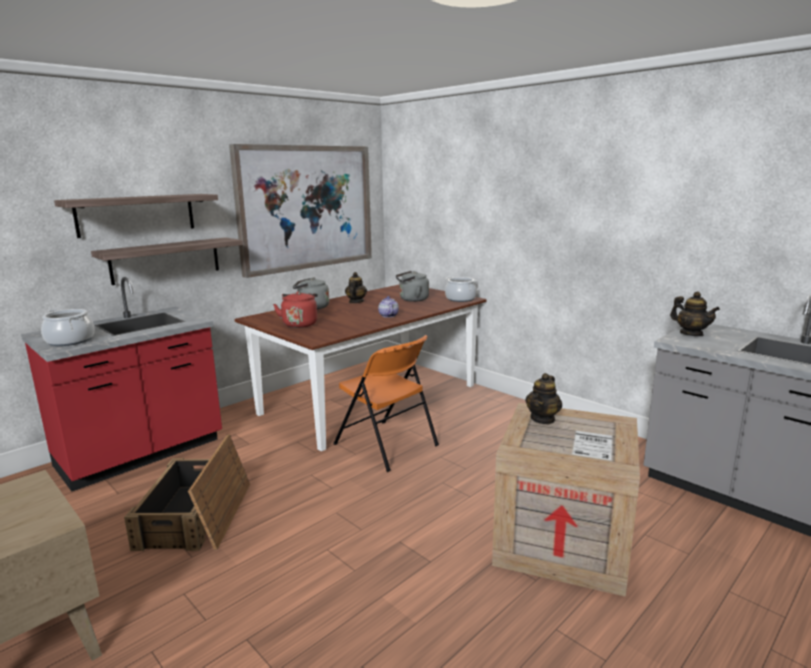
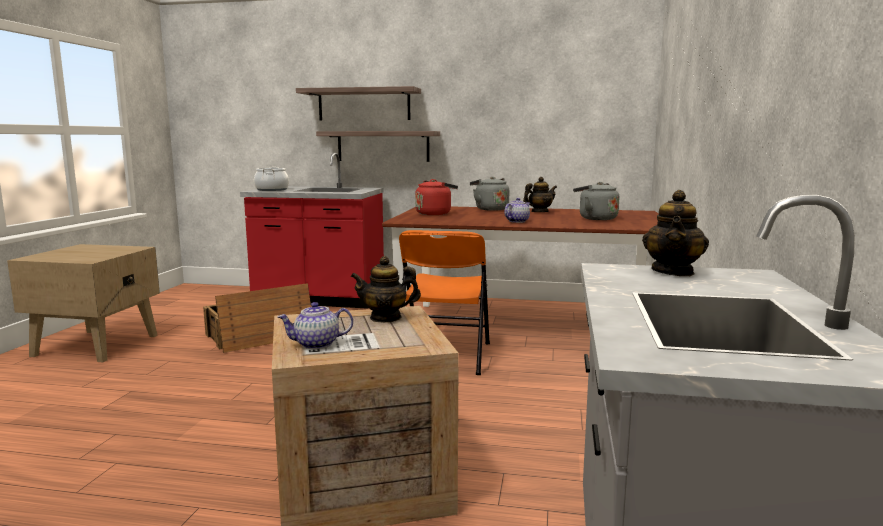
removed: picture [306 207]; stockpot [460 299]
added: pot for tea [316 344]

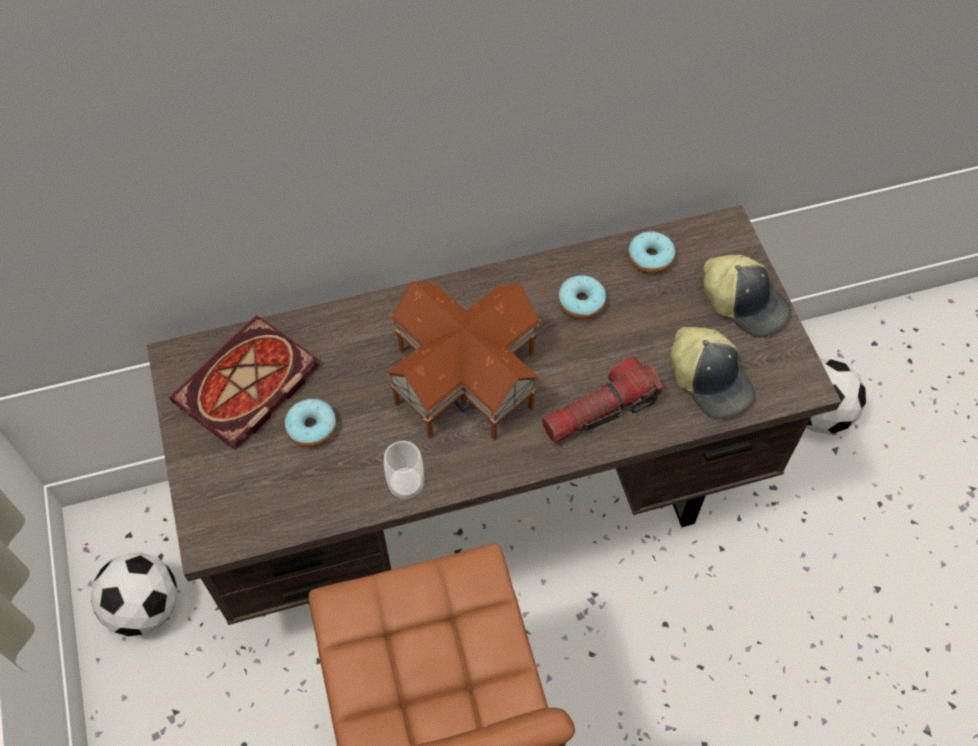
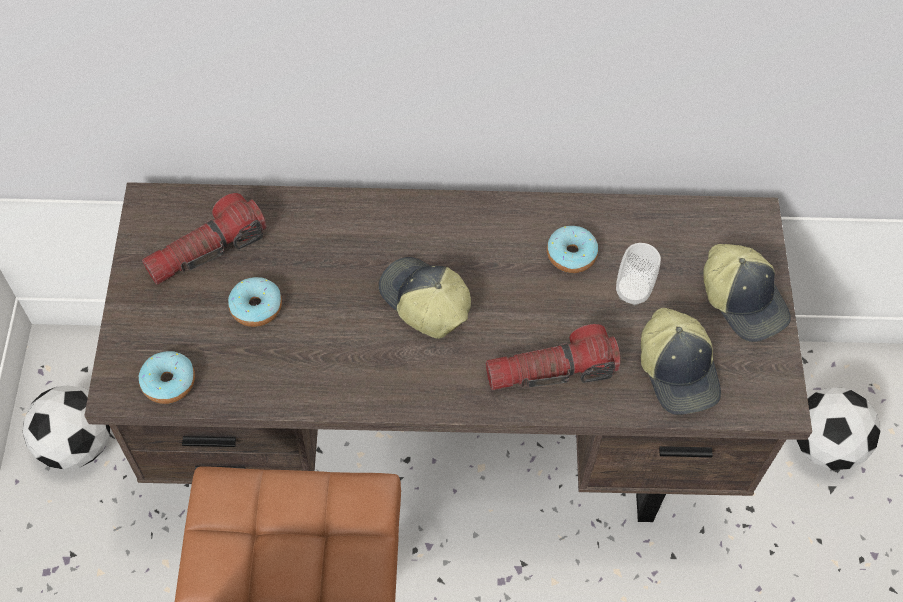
moved: drinking cup [406 485] to [632 291]; doughnut [650 258] to [169 382]
replaced: book [246 388] to hand torch [207 250]; toy house [464 381] to peaked cap [423 302]

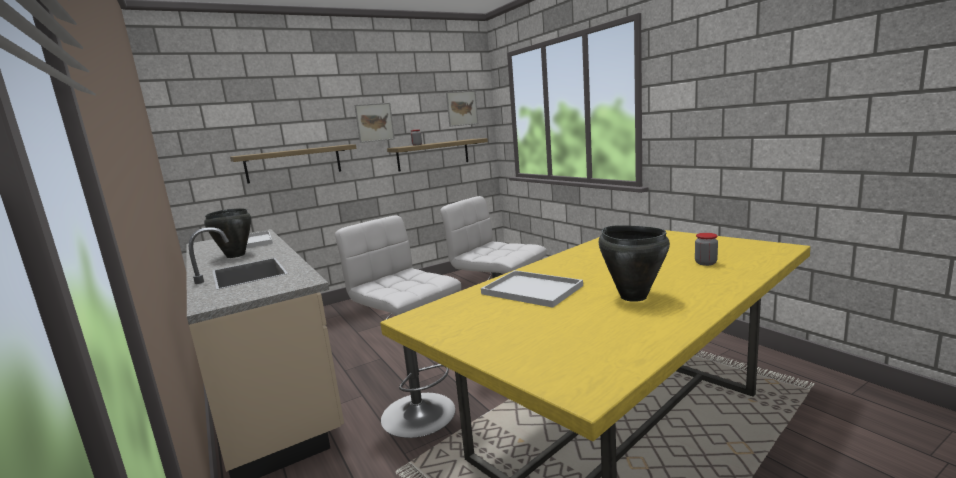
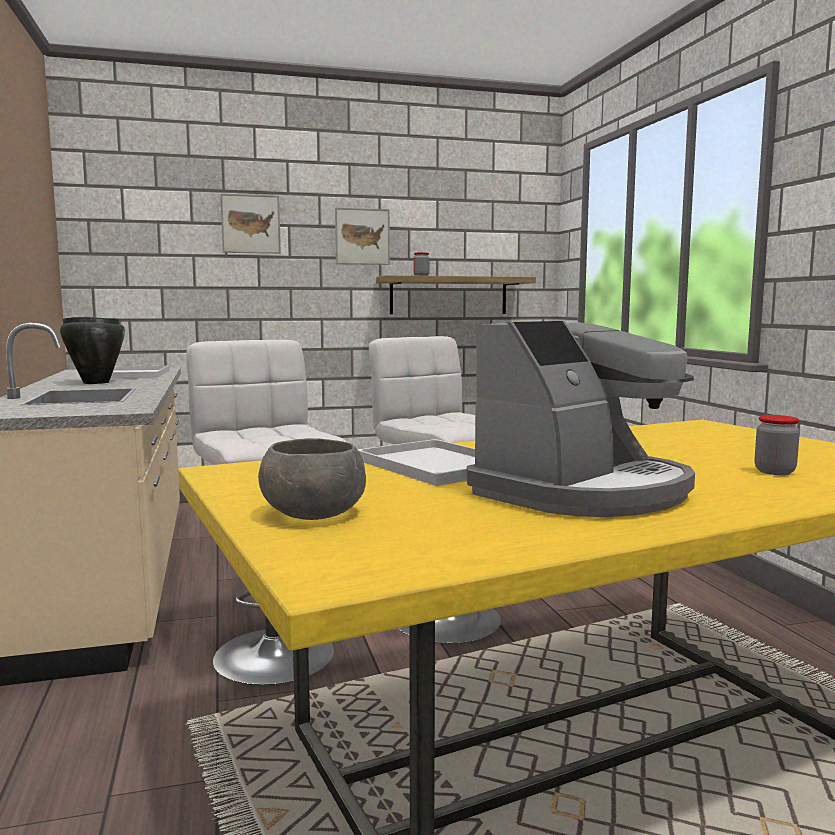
removed: bracket shelf [293 163]
added: deep dish (grey) [314 513]
moved: picture [462 108] to [250 224]
replaced: stockpot (black) [633 296] to coffee maker [583 491]

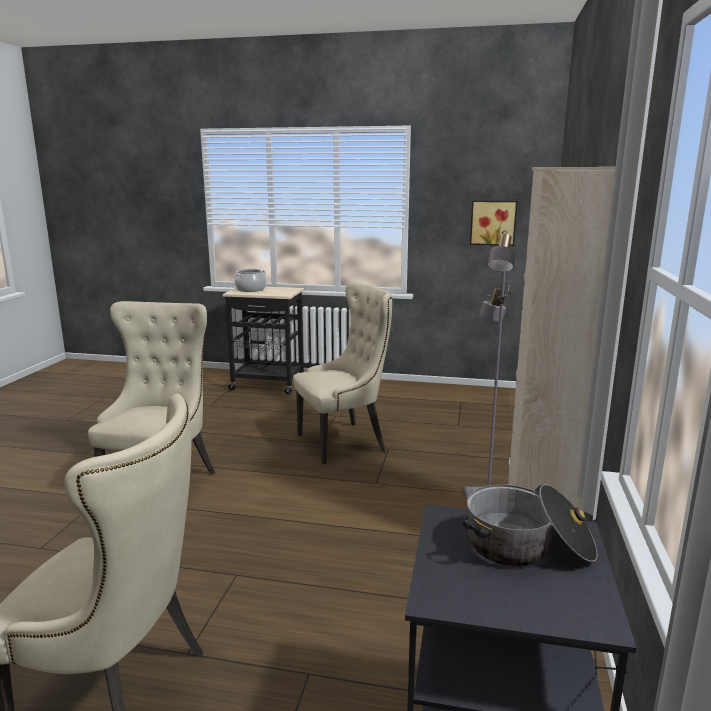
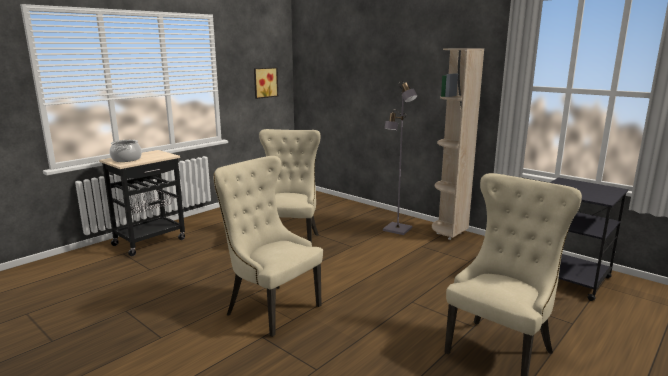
removed: stockpot [528 547]

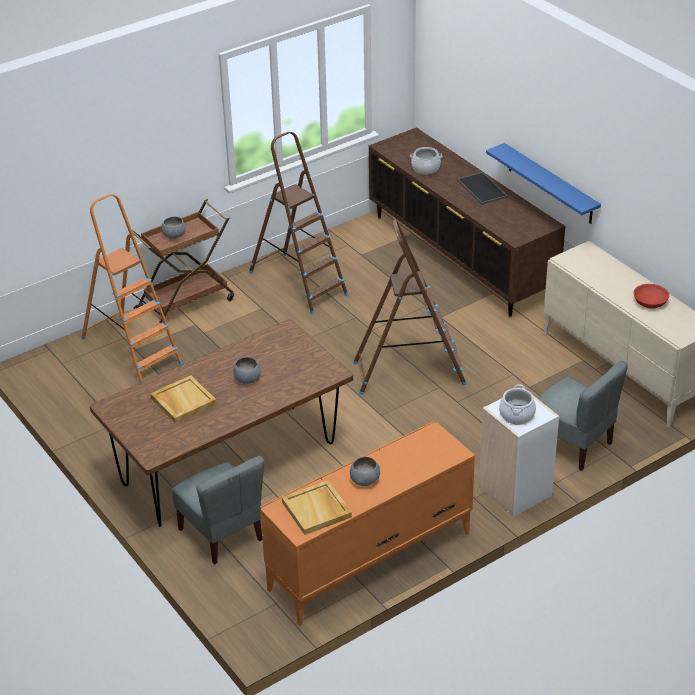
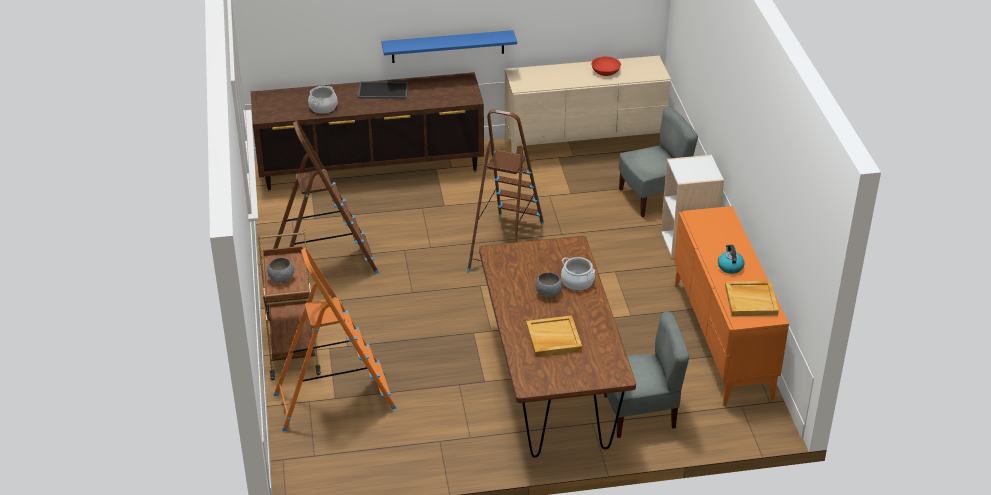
moved: stockpot [517 415] to [577 282]
replaced: deep dish (grey) [364 480] to water kettle [730 266]

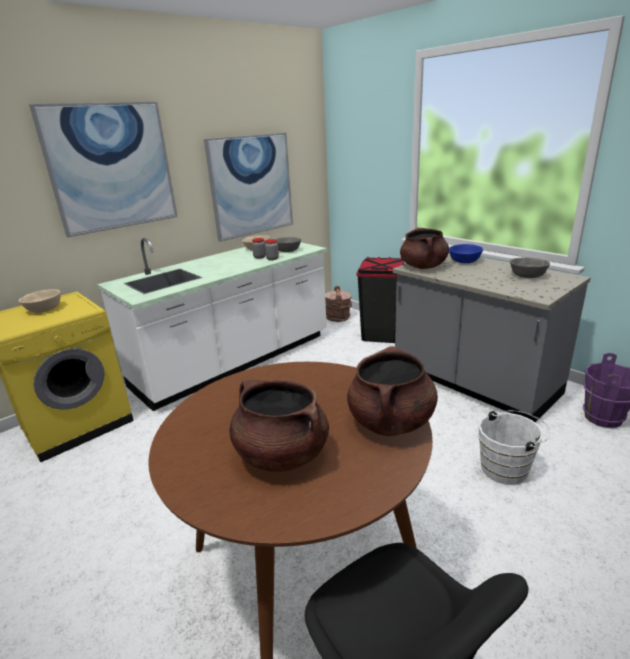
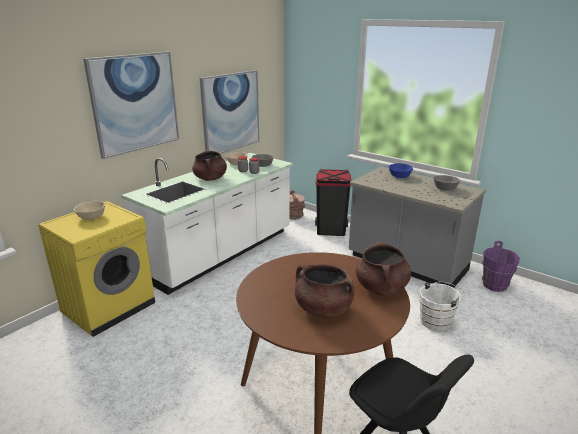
moved: stockpot (brown-coloured) [423 266] to [210 178]

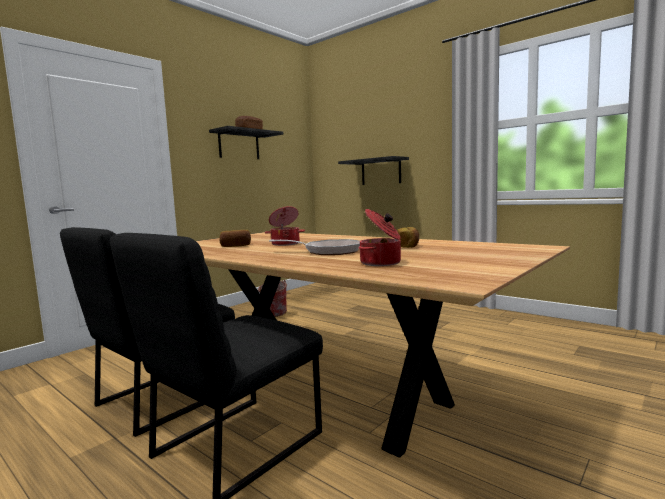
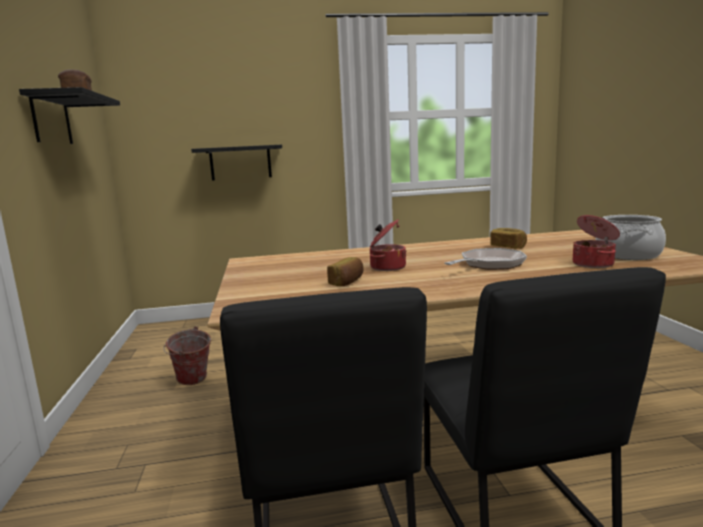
added: stockpot [628 255]

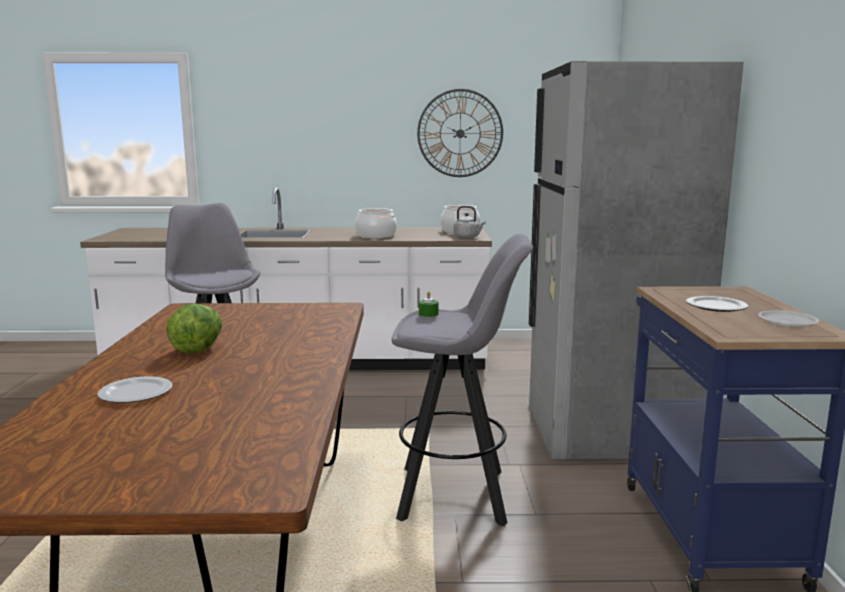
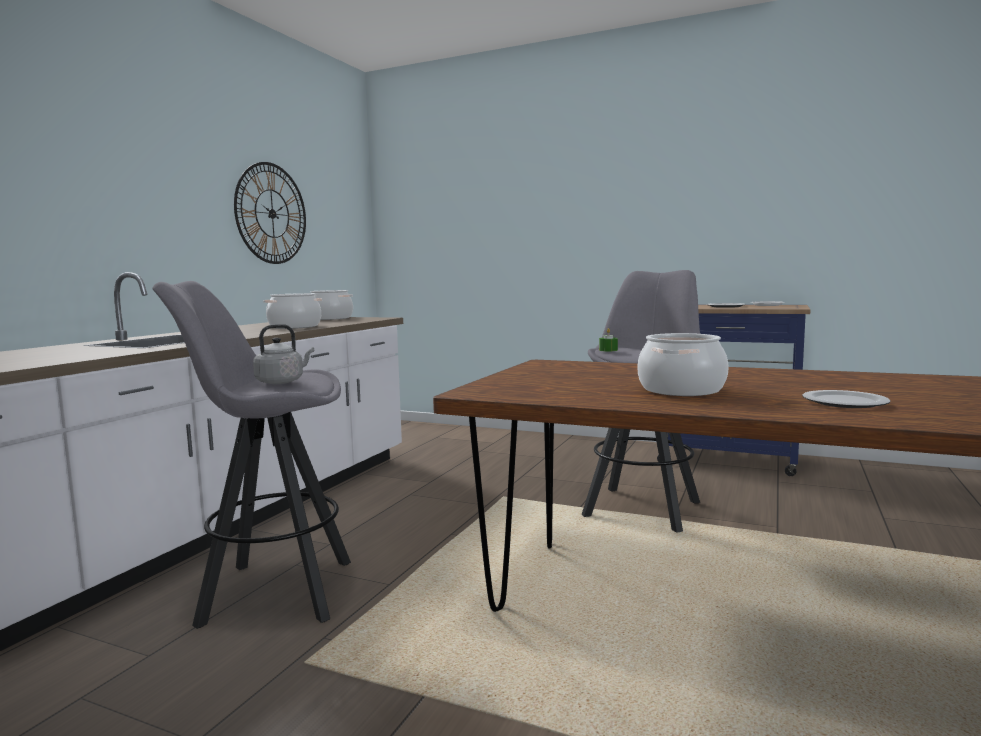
removed: refrigerator (grey) [609 430]
moved: water kettle (grey) [468 237] to [282 381]
replaced: lettuce [198 348] to stockpot [681 390]

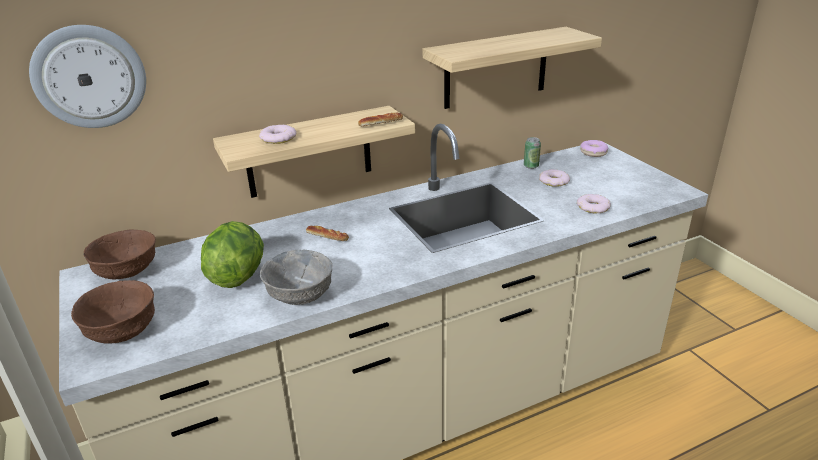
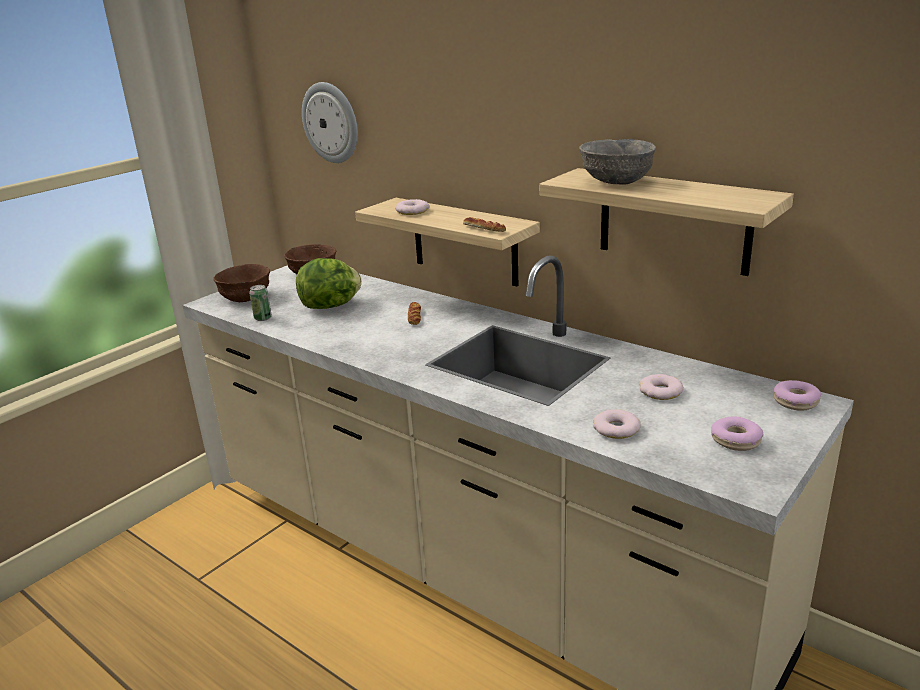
added: doughnut [735 440]
moved: deep dish (grey) [299 296] to [615 181]; can [531 166] to [263 318]

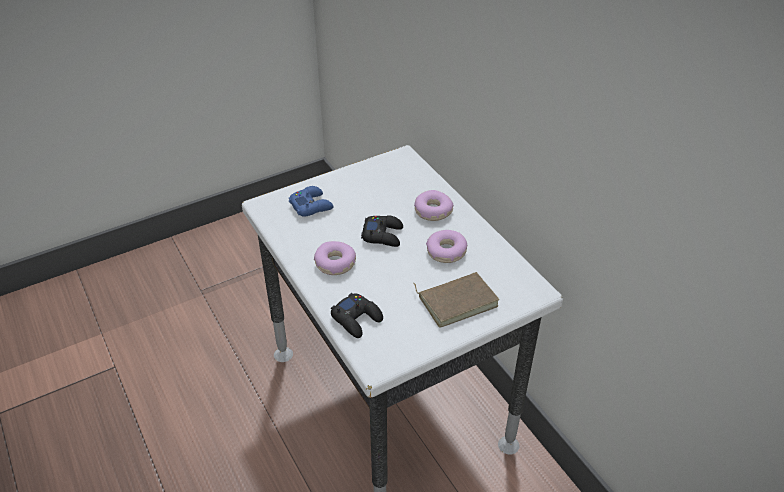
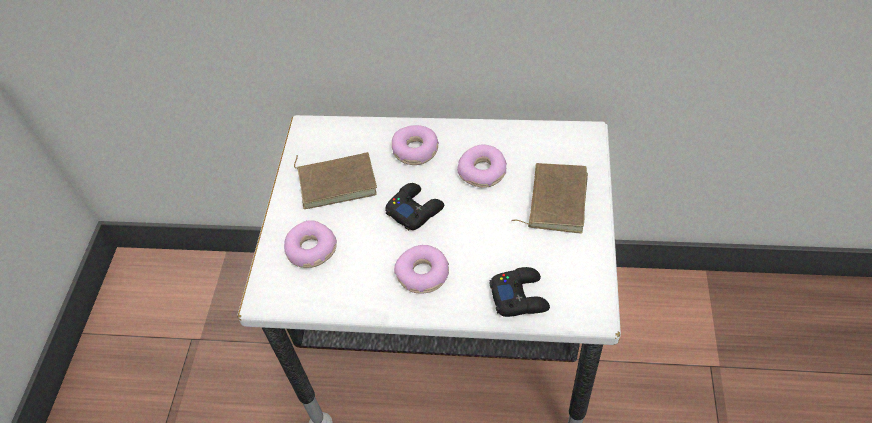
added: book (brown-coloured) [337 181]
replaced: joypad (blue) [311 205] to doughnut [311 250]

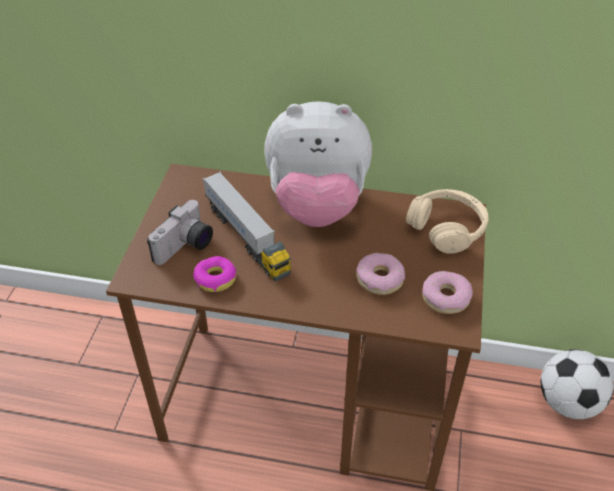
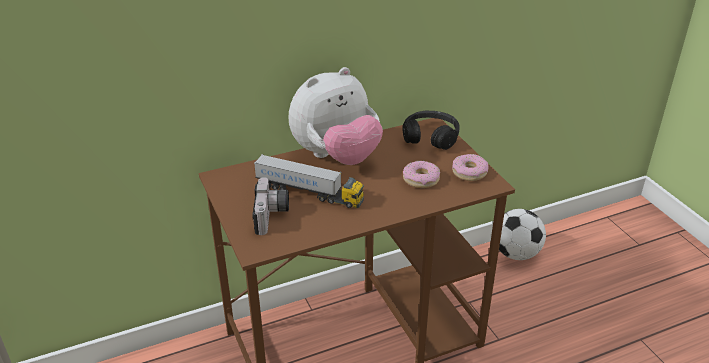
removed: doughnut [215 278]
recoloured: headset (beige) [447 228] to headset (black) [430 137]

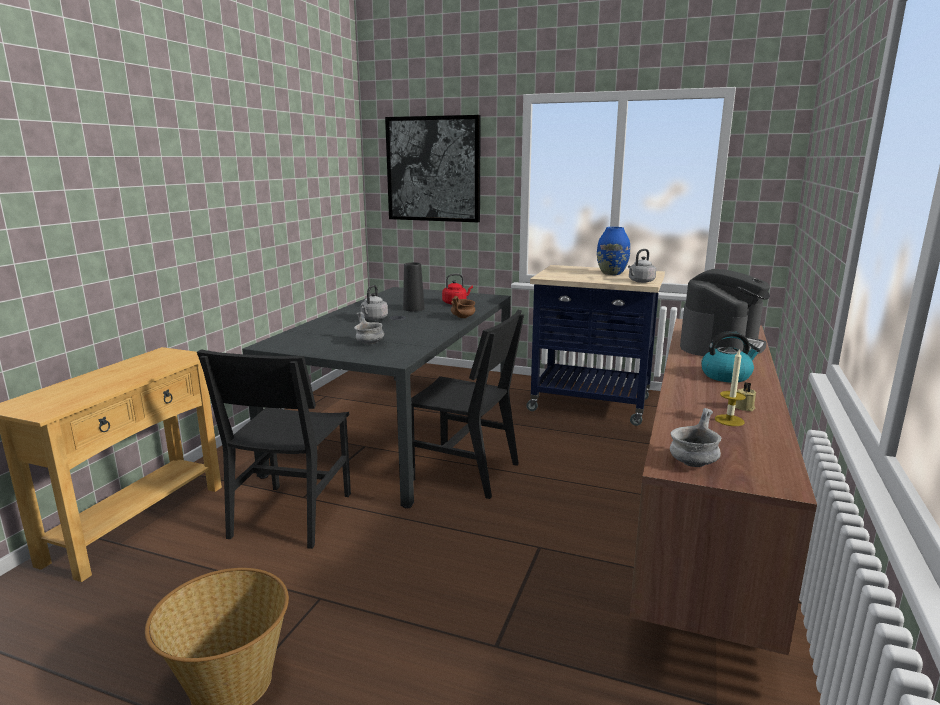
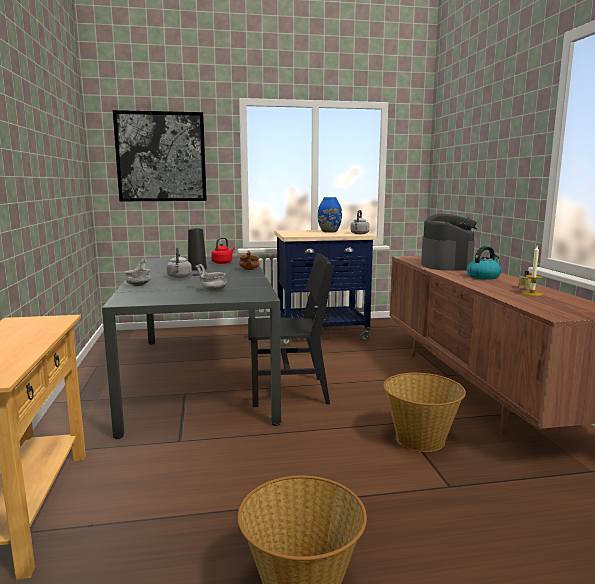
removed: upright chair (black) [292 515]
added: storage basket [420 439]
moved: deep dish (grey) [692 462] to [138 285]

